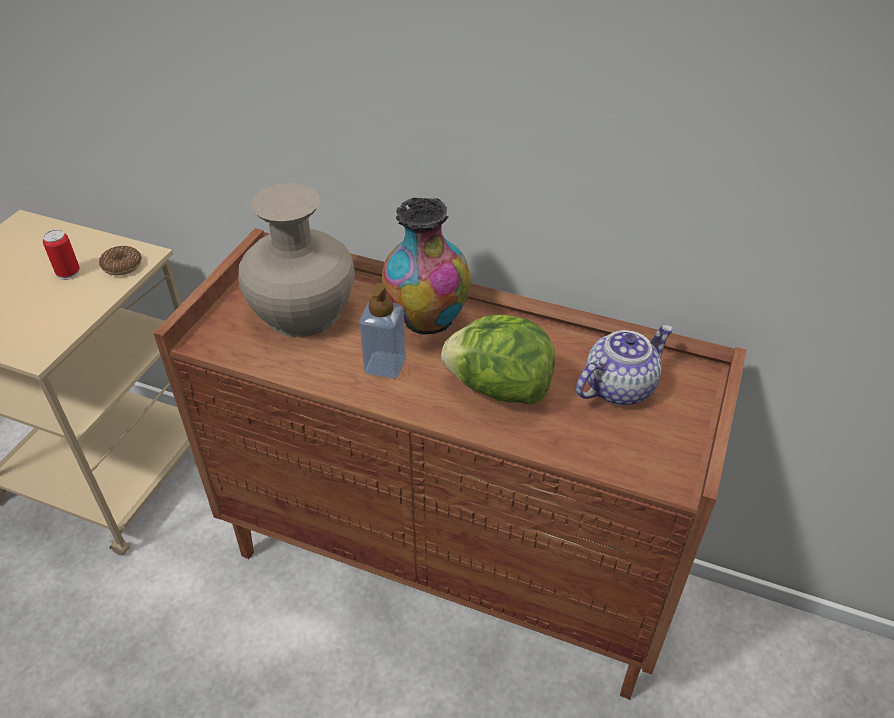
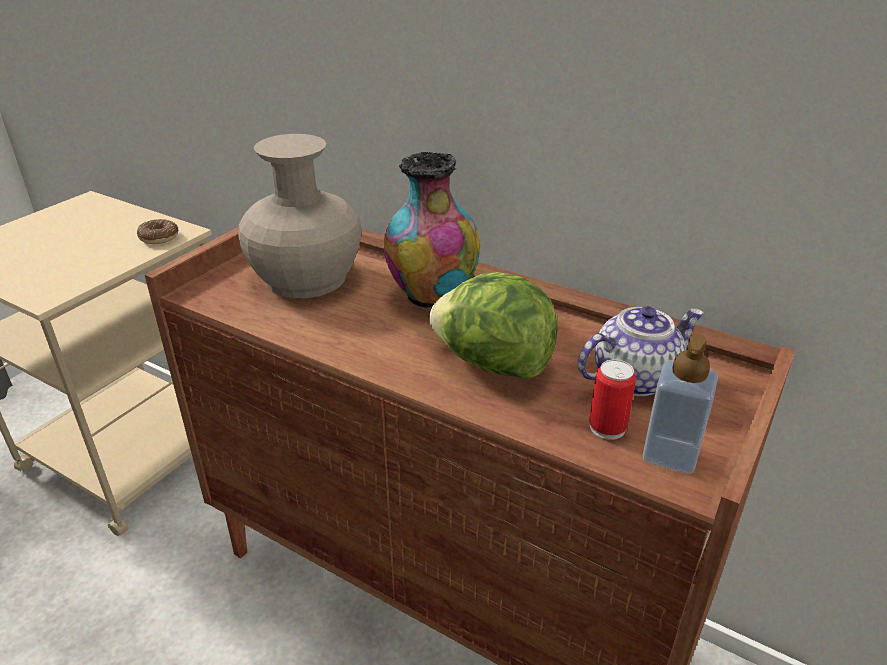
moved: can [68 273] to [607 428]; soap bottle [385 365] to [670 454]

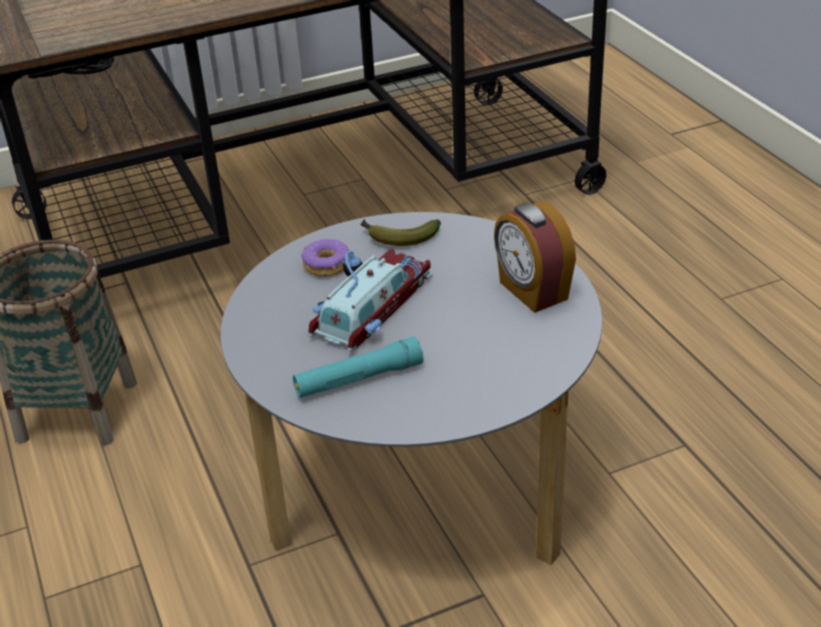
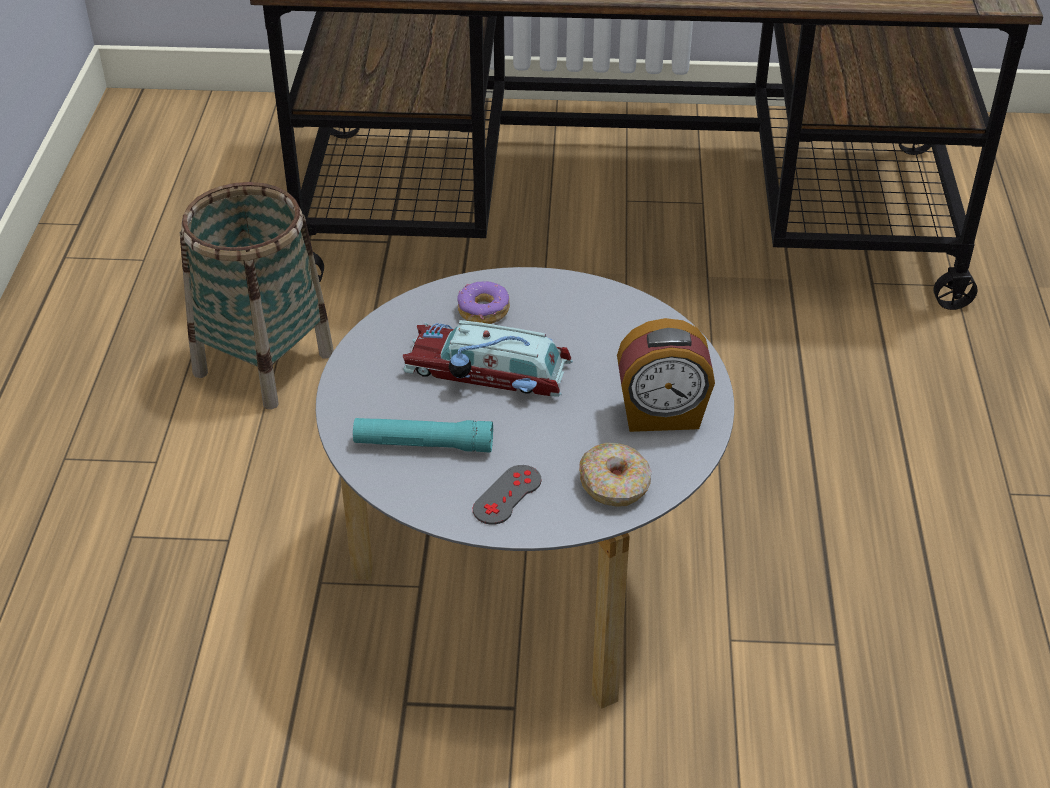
removed: whole banana [397 237]
added: joypad (grey) [507 495]; doughnut [615 485]
turned: toy car [368 308] = [488 372] 135 degrees counterclockwise; alarm clock [532 291] = [661 416] 90 degrees counterclockwise

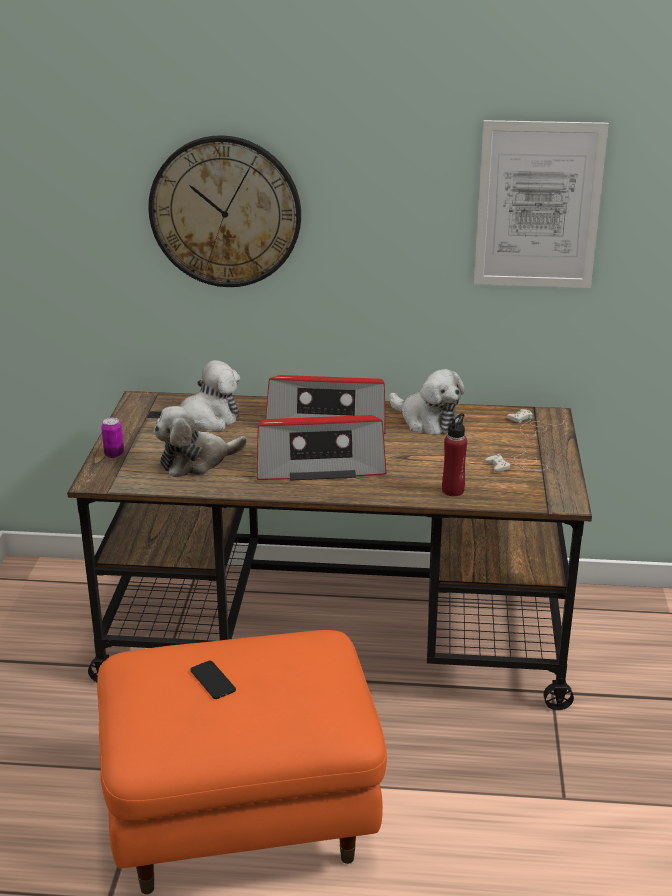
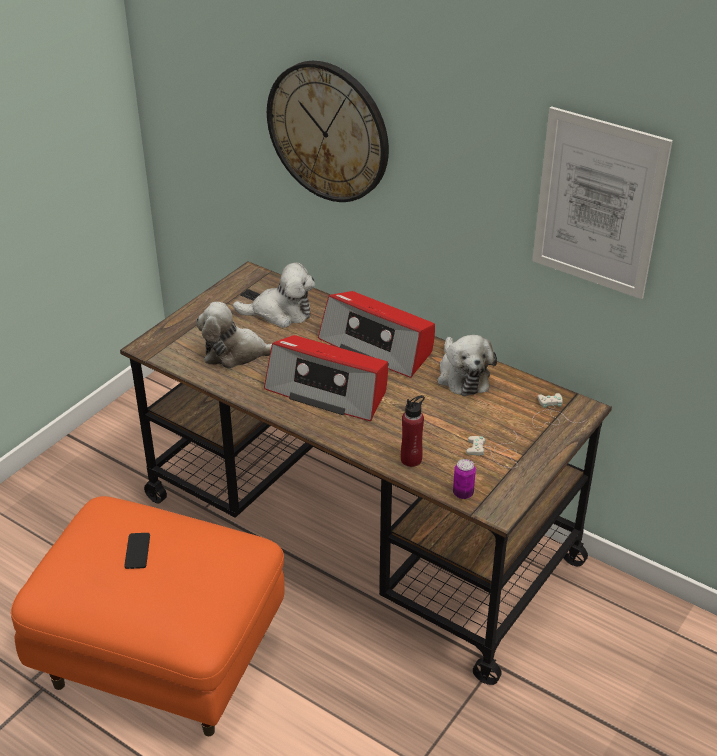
moved: can [114 454] to [463 493]

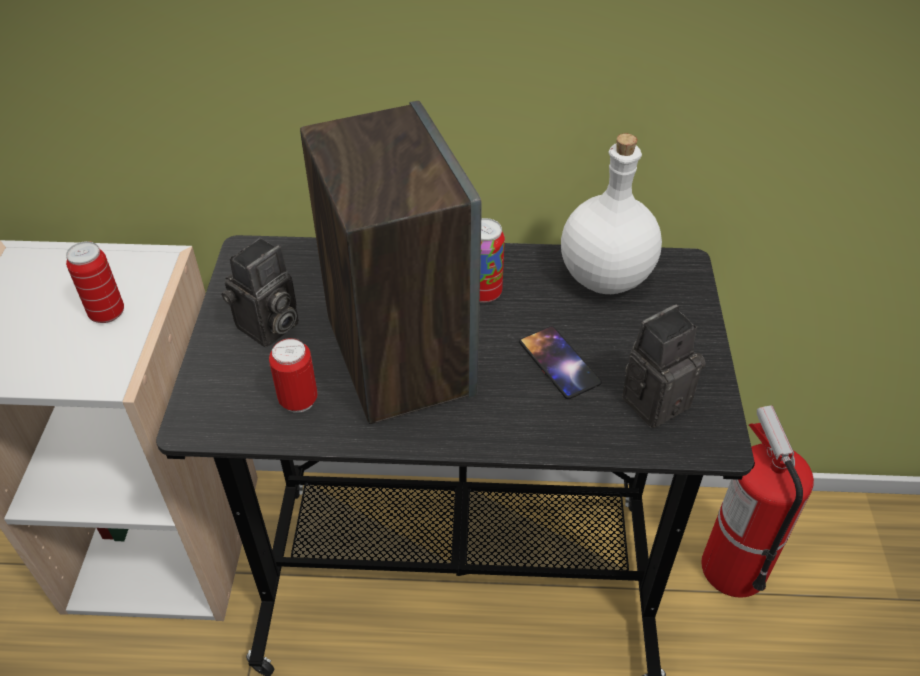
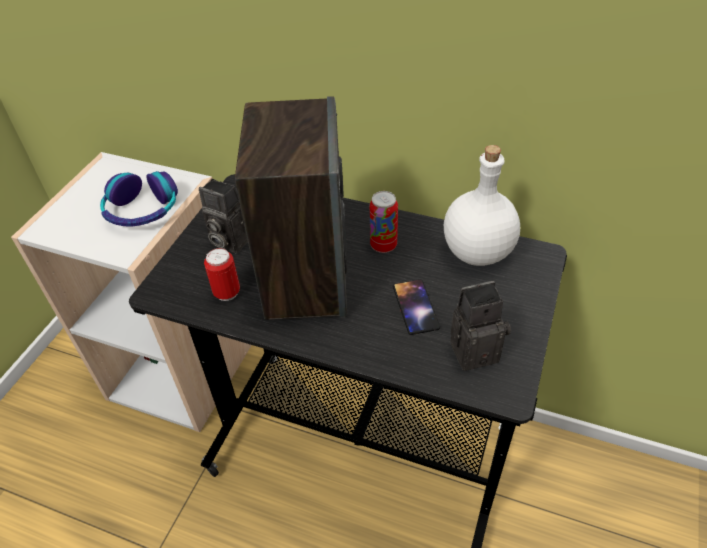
removed: extinguisher [733 567]
replaced: can [107 313] to headset [142 210]
turned: still camera [268 328] = [229 240] 60 degrees clockwise

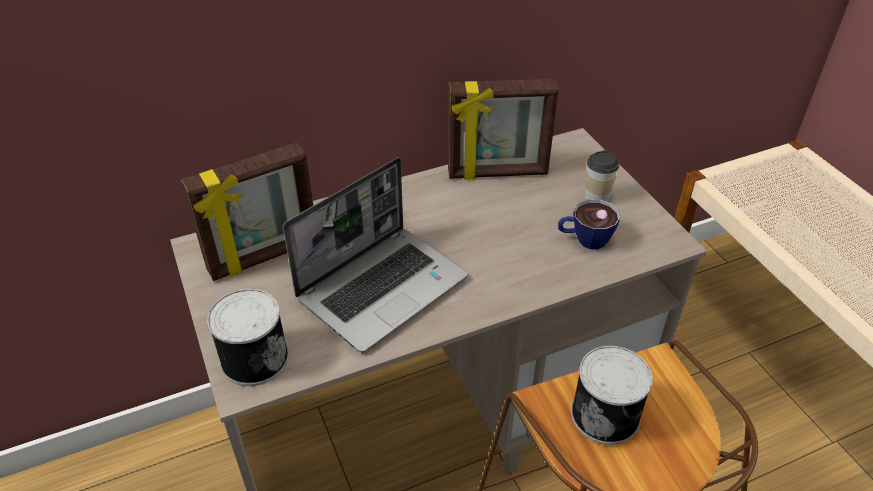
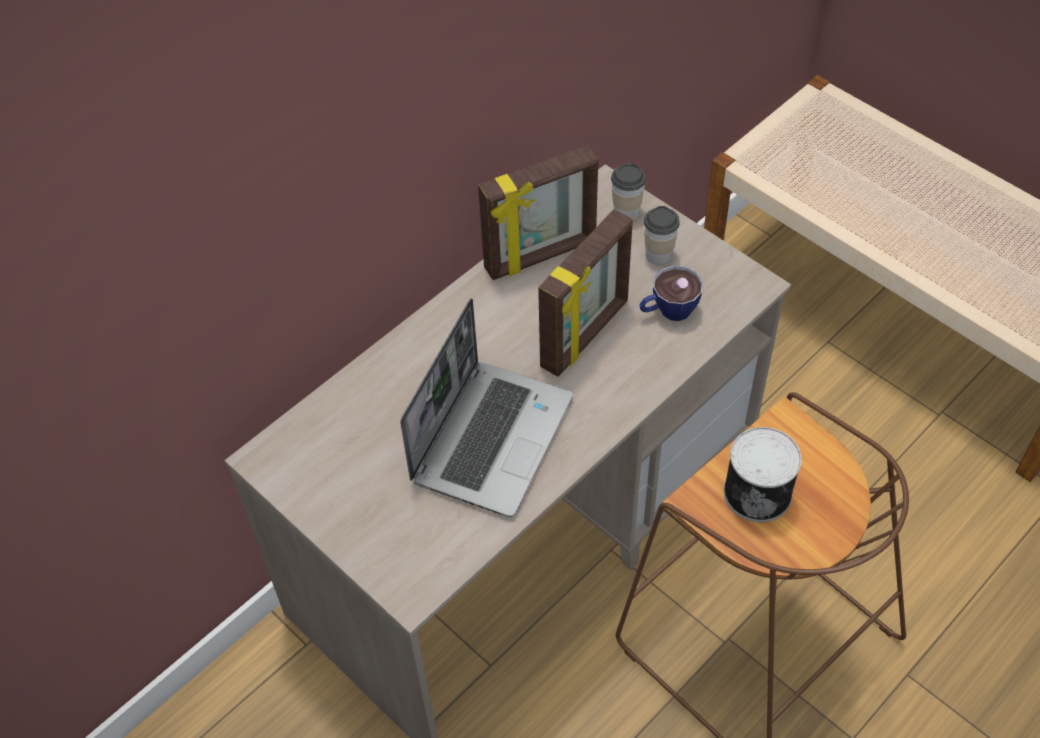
removed: can [253 358]
added: drinking cup [626 211]
moved: picture frame [264 257] to [586 335]

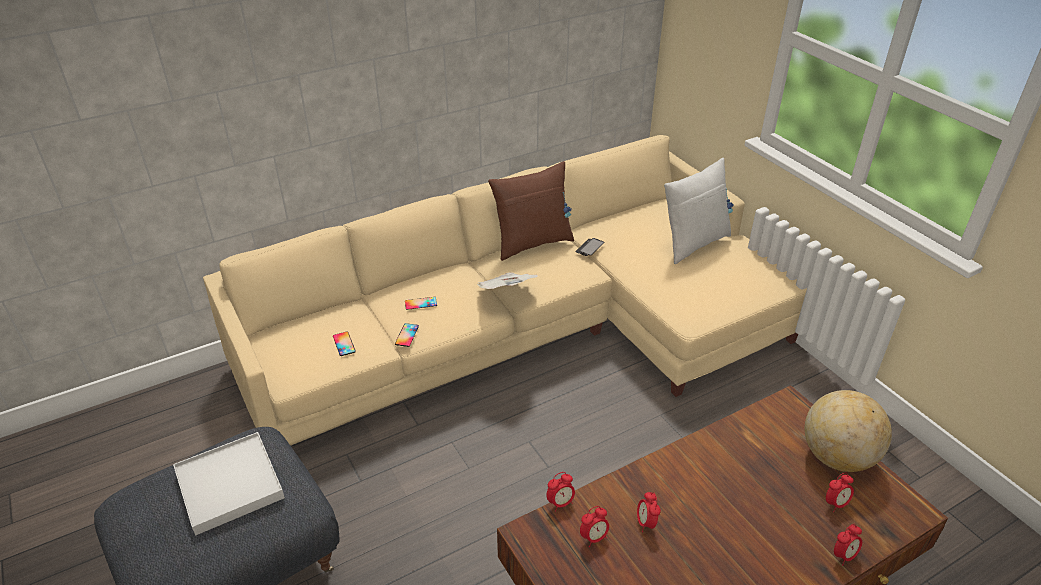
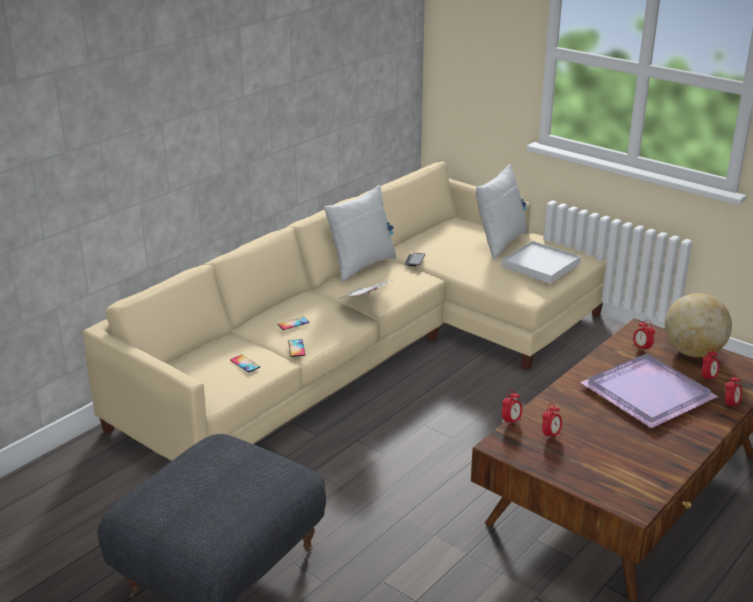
added: carrying tray (purple) [650 393]
moved: carrying tray (white-coloured) [229 485] to [541 265]; alarm clock [646 523] to [642 348]
recoloured: cushion (brown-coloured) [532 244] to cushion (grey) [362 267]

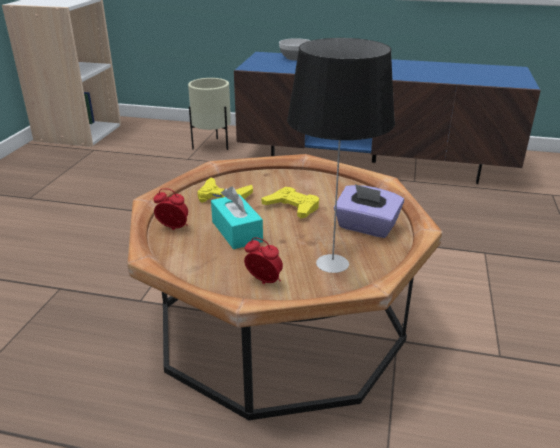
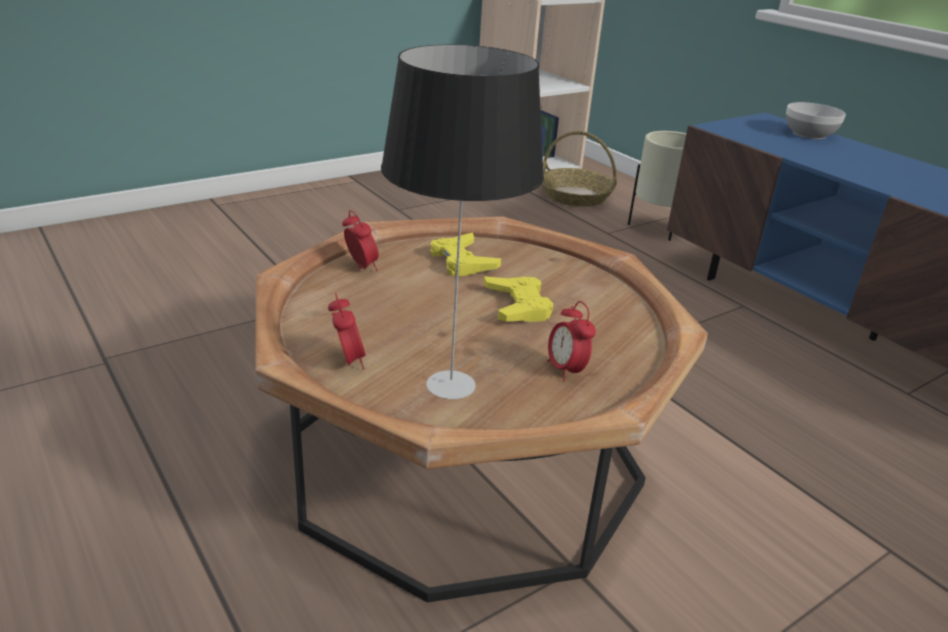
removed: box of tissues (blue-green) [237 231]
added: storage basket [575 196]
replaced: box of tissues (purple) [366 227] to alarm clock [566 370]

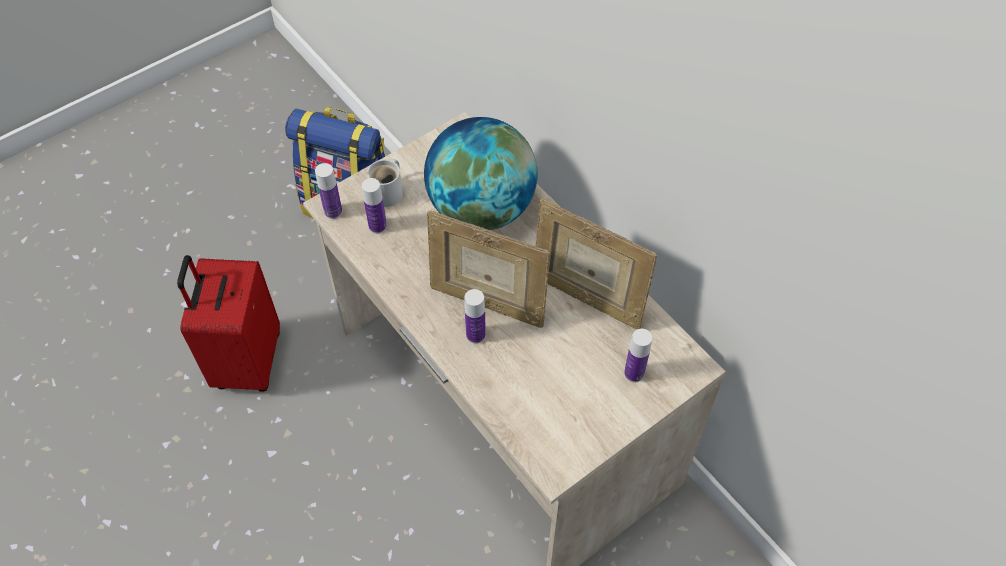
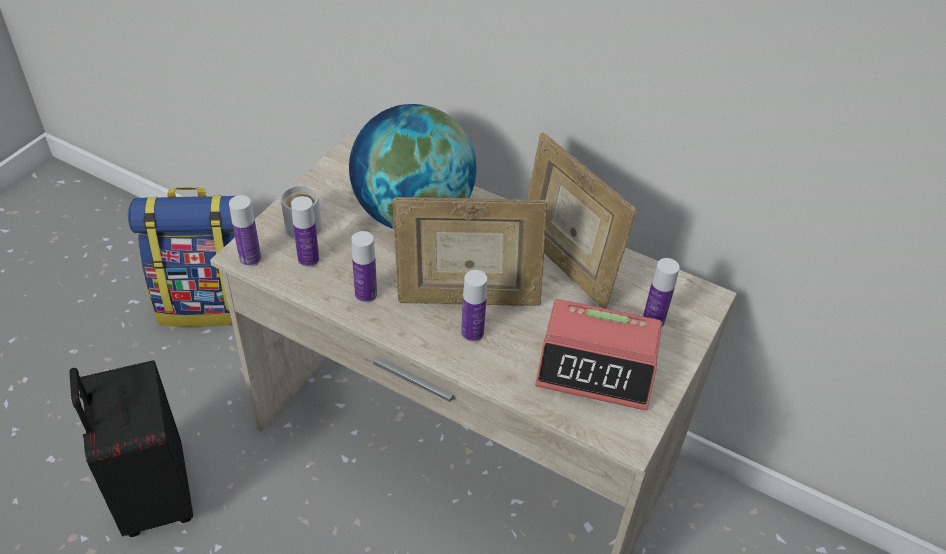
added: bottle [366 295]; alarm clock [597 365]
recoloured: travel case (reddish) [246 361] to travel case (black) [153 496]
turned: picture frame [587 297] = [566 265] 45 degrees clockwise

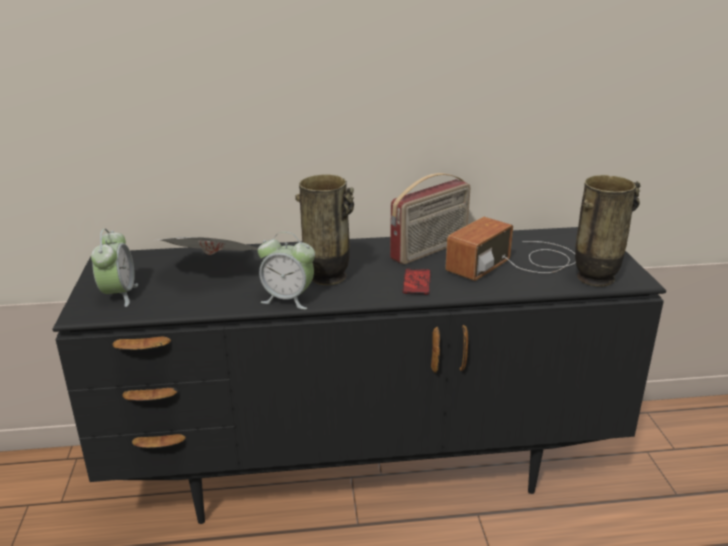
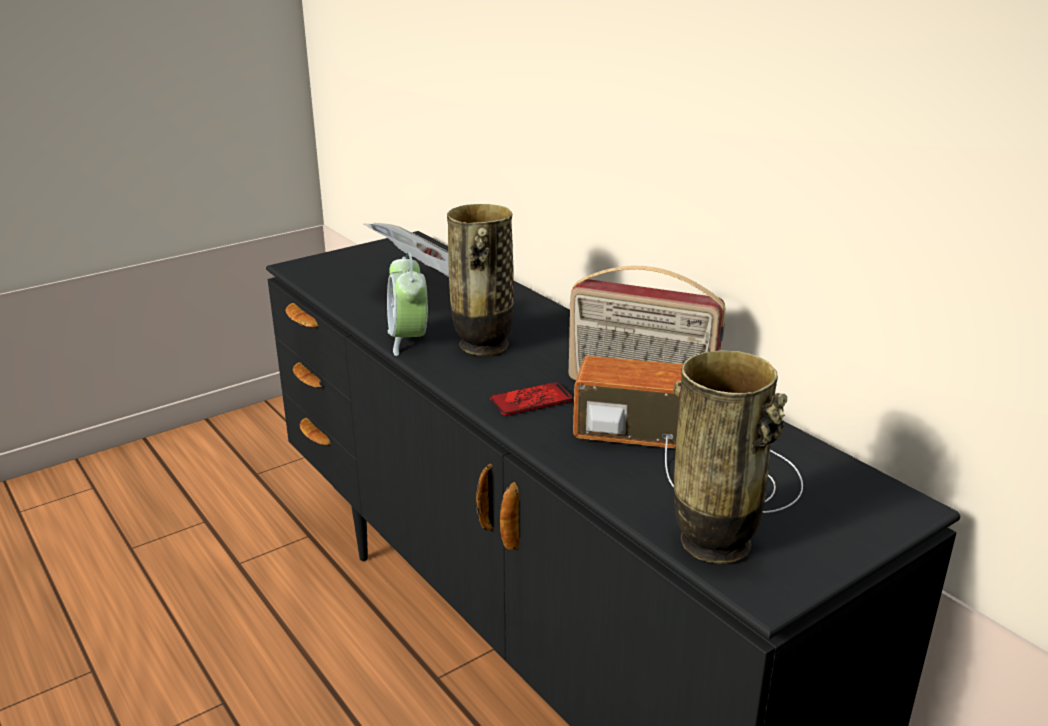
removed: alarm clock [119 295]

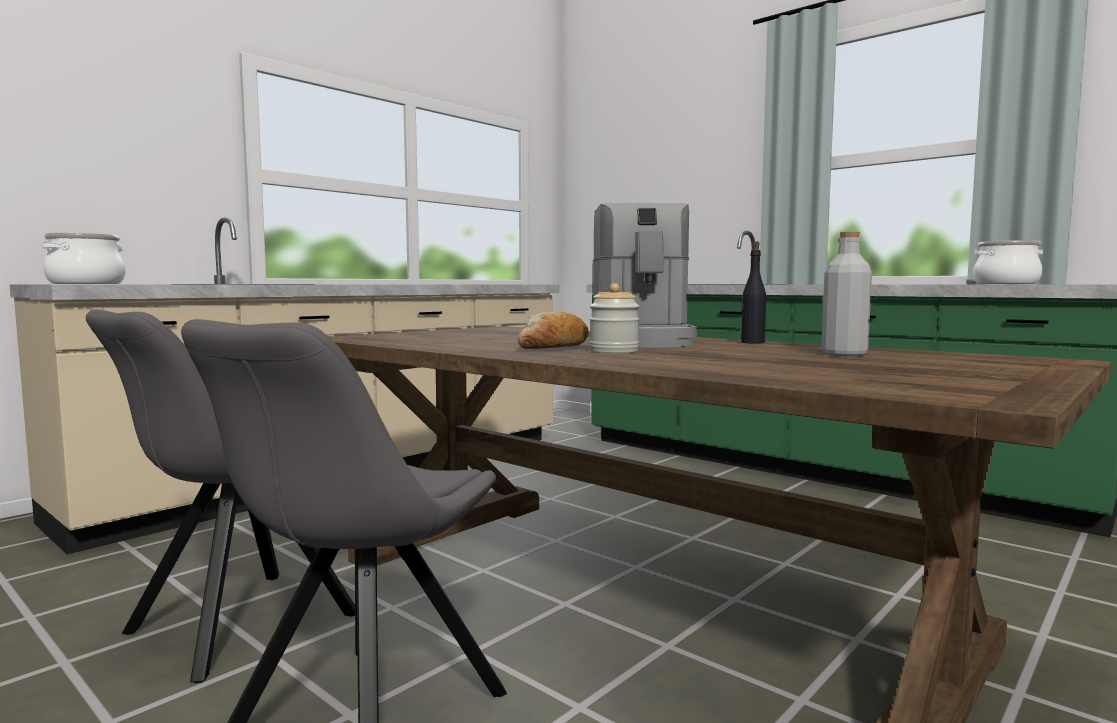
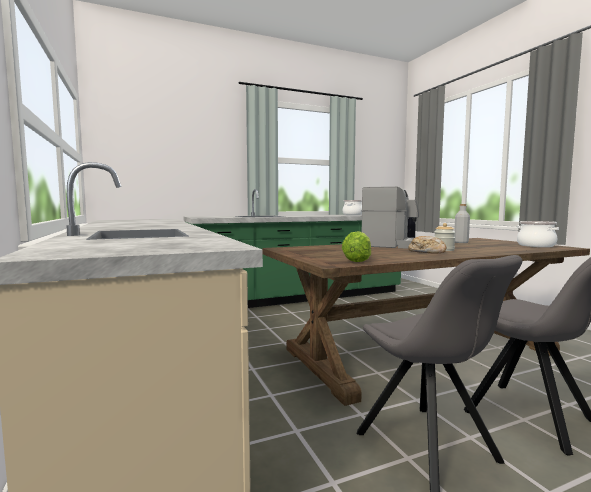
added: lettuce [358 260]
moved: stockpot [87 283] to [536 245]

